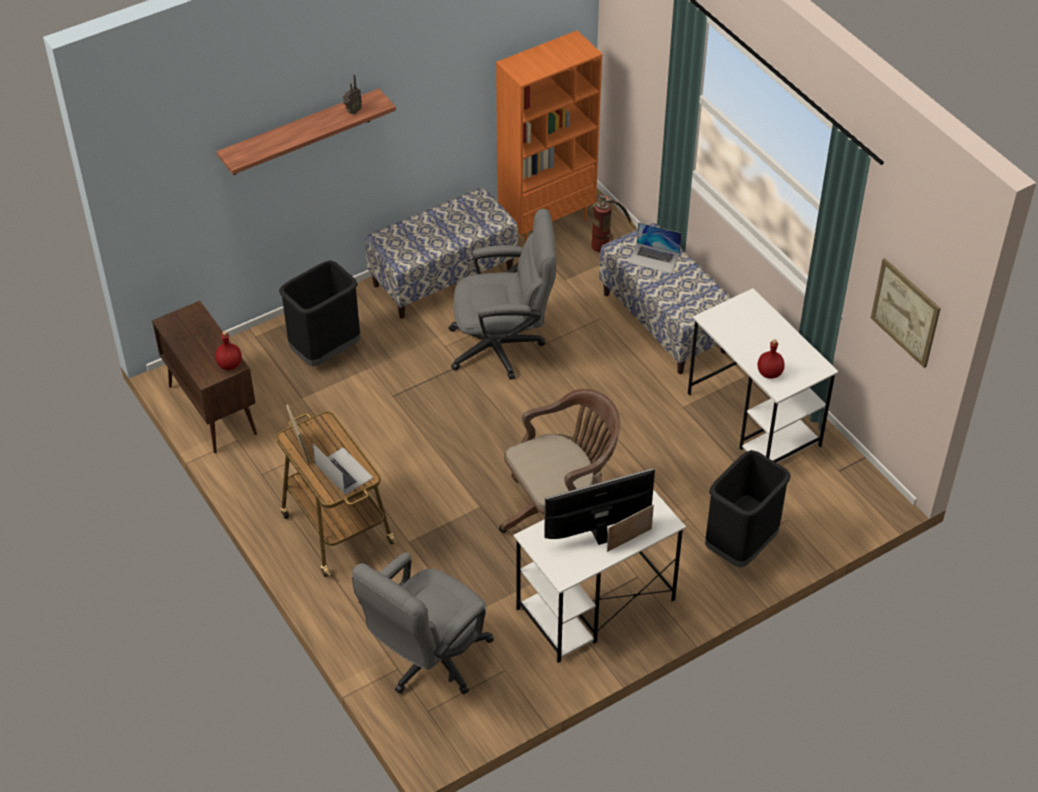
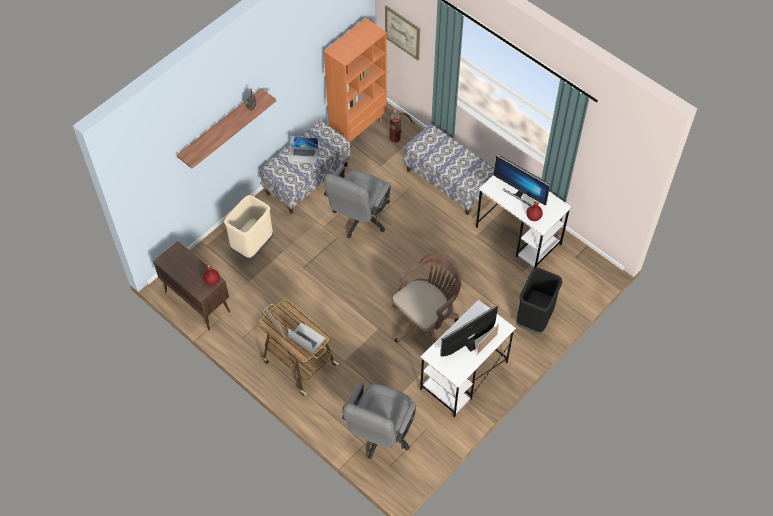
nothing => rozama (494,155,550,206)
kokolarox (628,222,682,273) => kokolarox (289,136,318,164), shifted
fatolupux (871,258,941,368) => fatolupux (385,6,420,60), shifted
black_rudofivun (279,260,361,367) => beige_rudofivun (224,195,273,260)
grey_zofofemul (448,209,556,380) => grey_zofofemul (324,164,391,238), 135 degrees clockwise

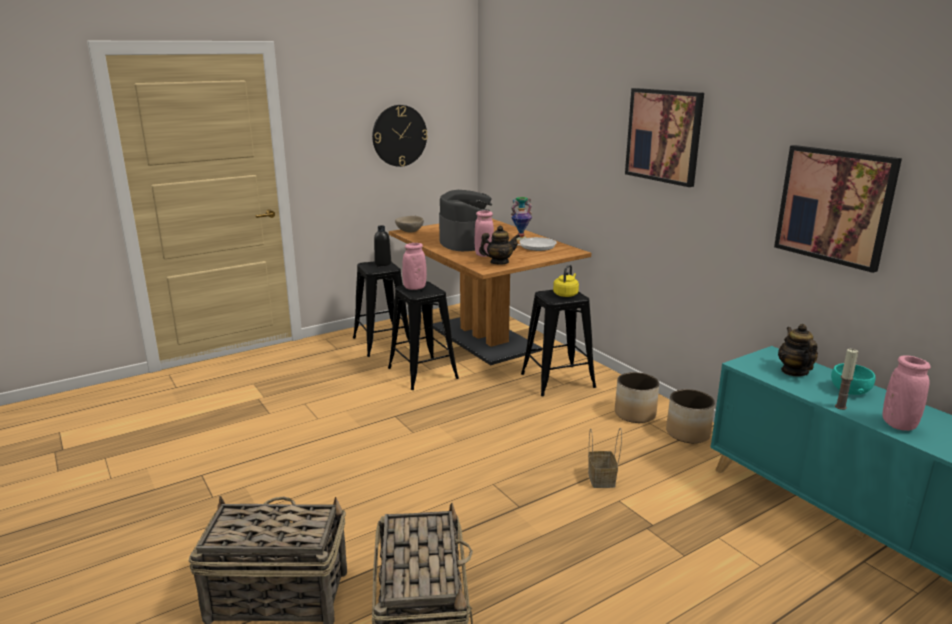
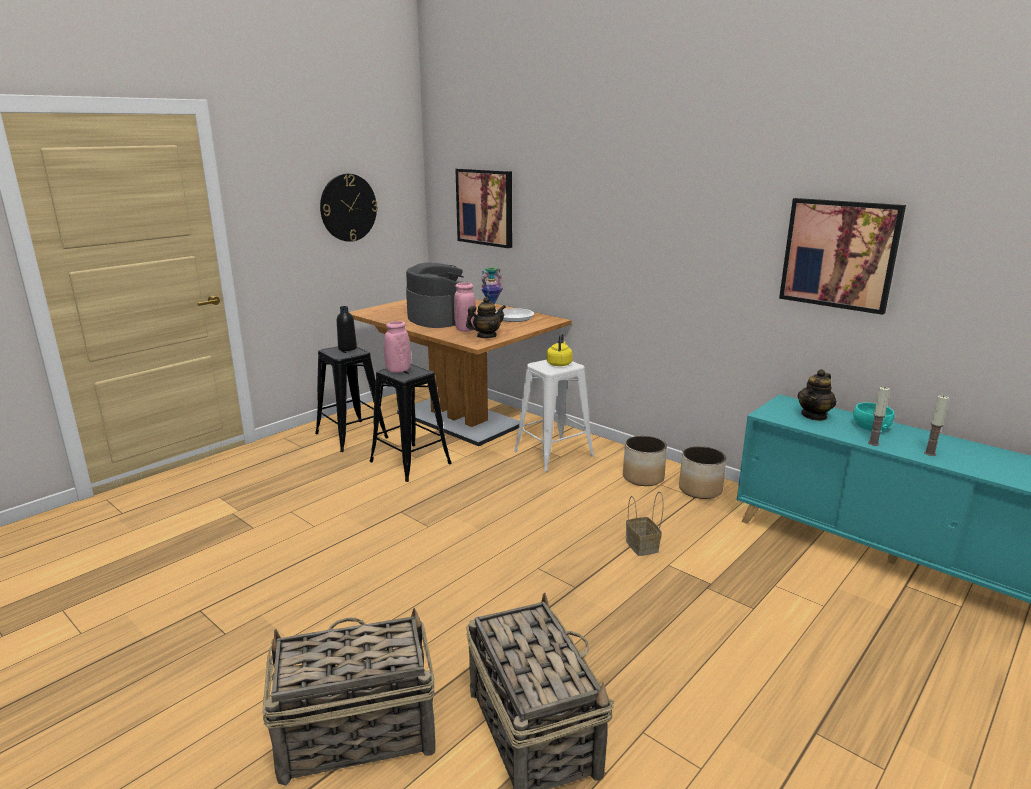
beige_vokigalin (395,216,424,232) => nothing
fatolupux (625,88,704,187) => fatolupux (455,168,512,248), shifted
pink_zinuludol (882,355,931,431) => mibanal (924,395,949,456)
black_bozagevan (521,290,596,396) => white_bozagevan (514,360,594,471)
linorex (778,324,818,377) => linorex (798,369,836,421), 120 degrees counterclockwise

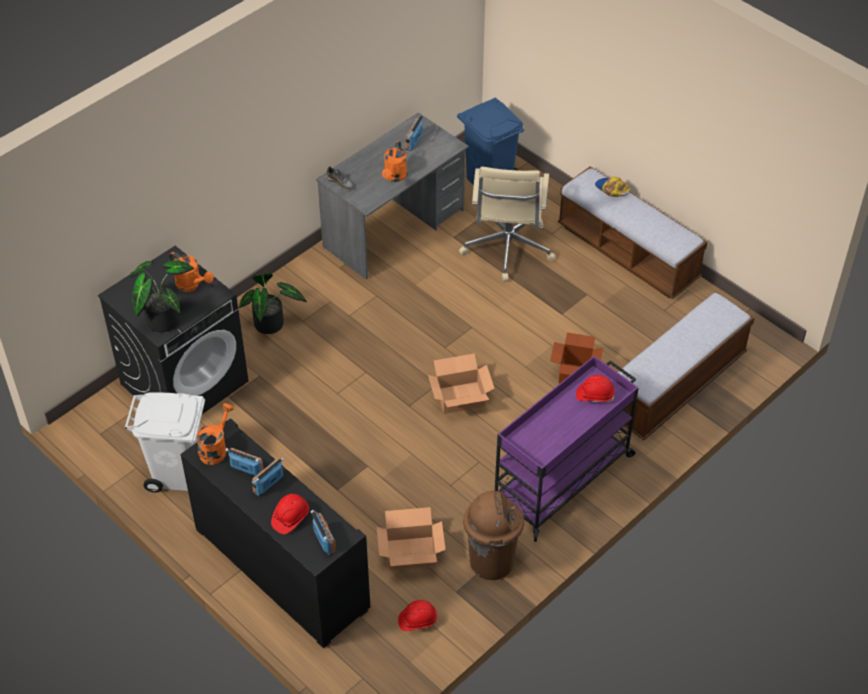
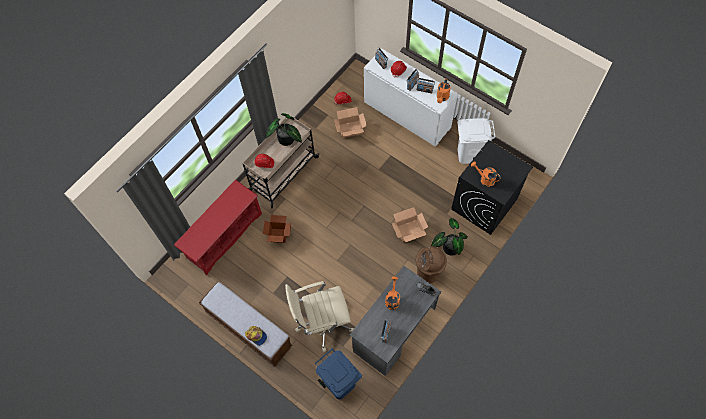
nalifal (129,261,195,332) => nalifal (266,113,302,146), shifted
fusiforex (428,353,495,414) => fusiforex (392,207,428,242), shifted
brown_rudofivun (463,491,524,580) => brown_rudofivun (416,246,447,283), shifted
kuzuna (618,293,755,440) => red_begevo (174,180,262,275)
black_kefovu (180,418,370,649) => white_kefovu (364,49,458,146)
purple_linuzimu (495,356,639,542) => beige_linuzimu (242,114,320,208)
beige_zofofemul (459,167,555,282) => beige_zofofemul (285,281,354,352), 105 degrees counterclockwise

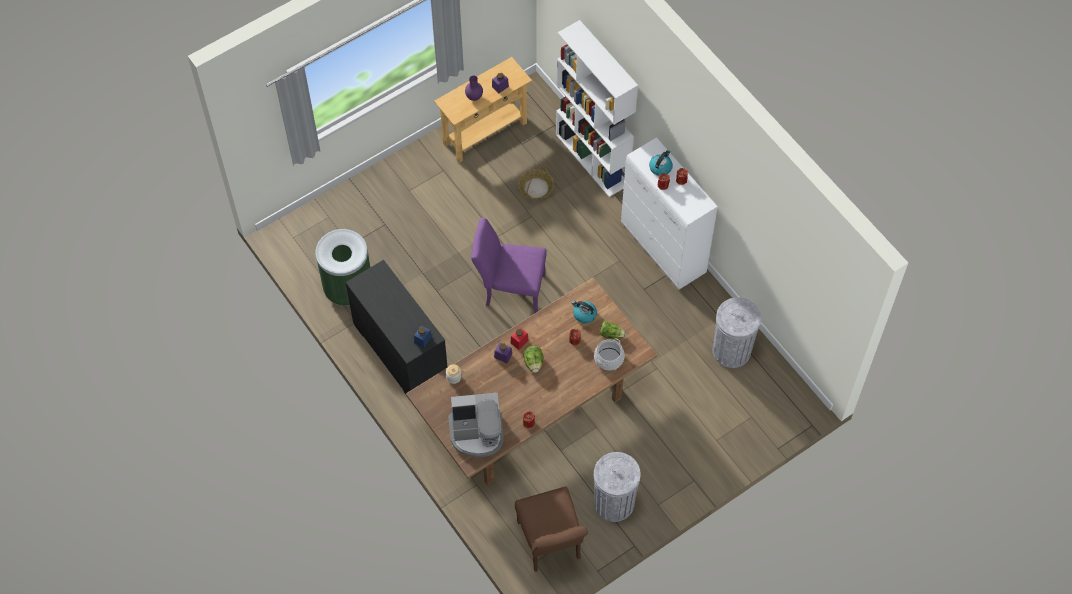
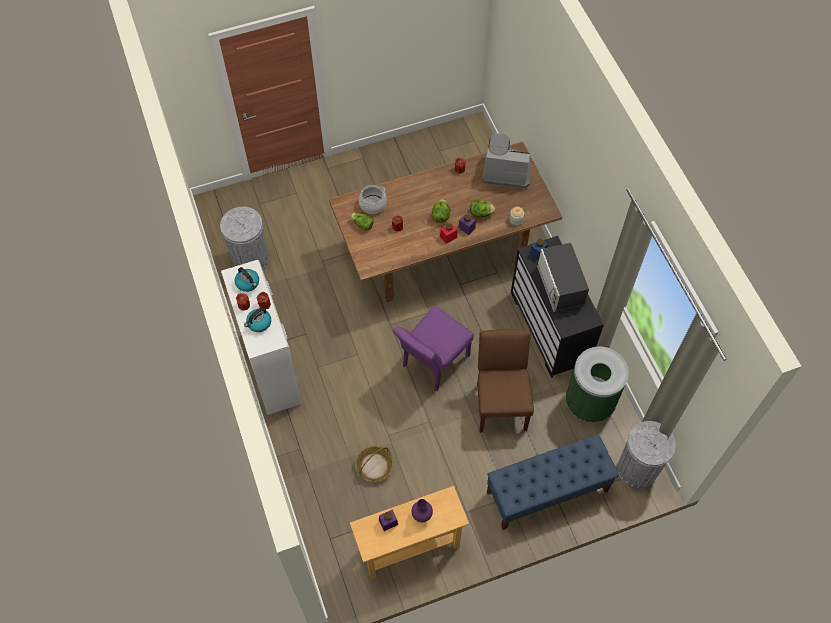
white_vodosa (556,20,638,197) => nothing
nothing => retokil (470,199,495,218)
nothing => blue_kuzuna (487,434,619,530)
nothing => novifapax (537,243,589,312)
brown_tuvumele (515,486,588,572) => brown_tuvumele (477,329,534,433), shifted
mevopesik (572,300,597,323) => mevopesik (235,267,259,292), shifted
grey_rudofivun (594,452,641,522) => grey_rudofivun (617,421,676,489), shifted
purple_tuvumele (471,218,547,314) => purple_tuvumele (393,306,474,391), 105 degrees clockwise

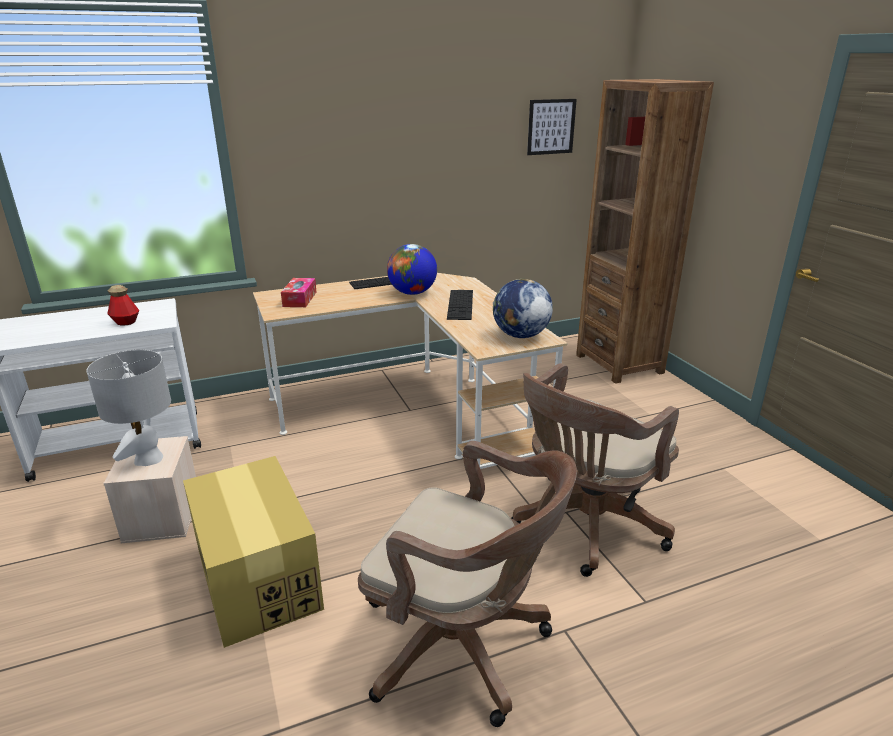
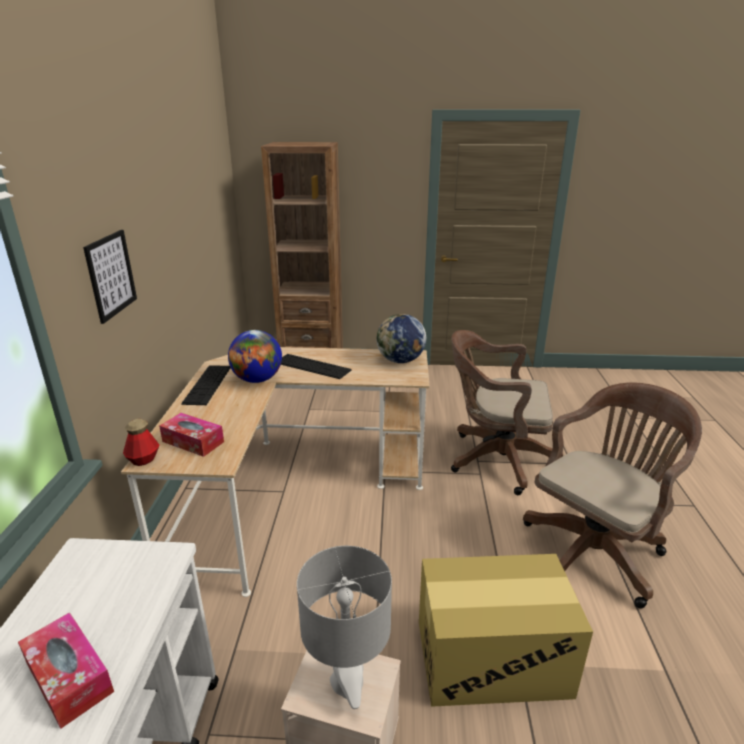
nothing => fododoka (18,612,114,729)
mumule (107,285,139,325) => mumule (123,419,160,466), shifted
fatolupux (527,99,577,155) => fatolupux (83,230,137,324), shifted
brown_zofofemul (511,363,679,577) => brown_zofofemul (451,330,563,495), 120 degrees clockwise

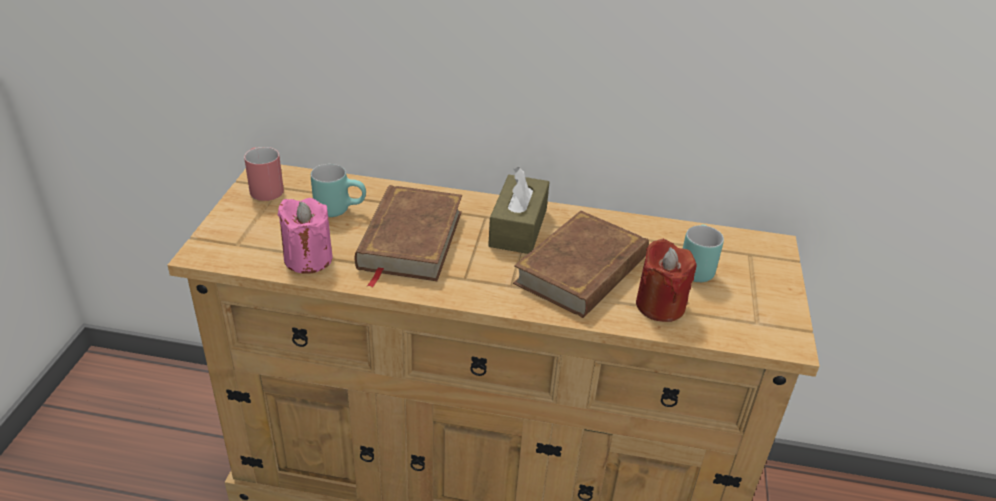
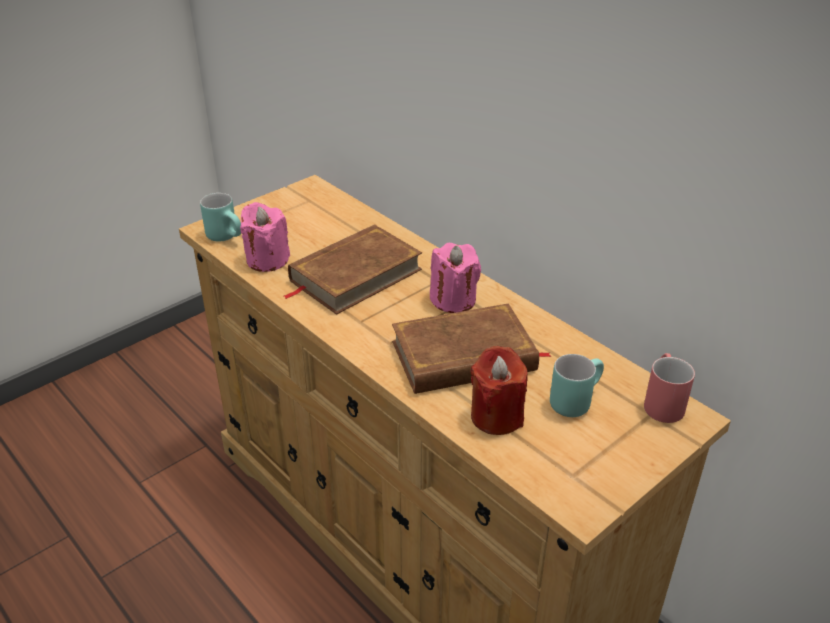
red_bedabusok (244,147,284,201) => red_bedabusok (644,353,695,423), shifted
turquoise_bedabusok (311,164,366,217) => turquoise_bedabusok (200,193,241,242), shifted
brown_fododoka (488,167,549,254) => pink_mibanal (430,243,481,313)

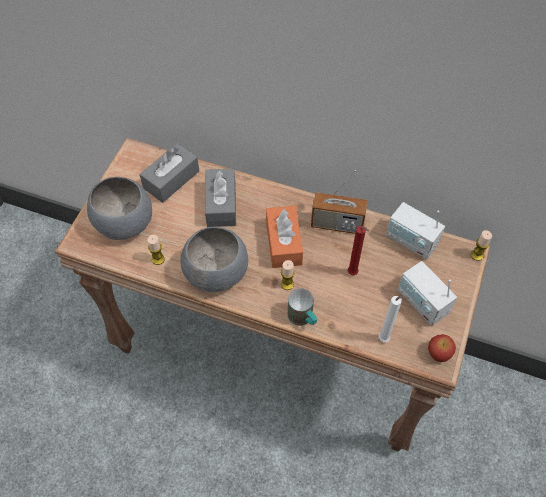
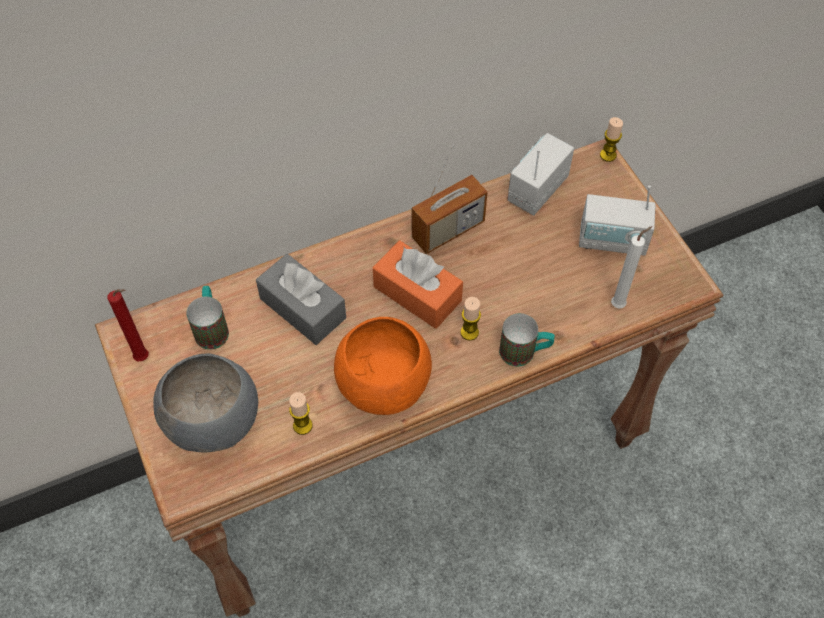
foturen (428,334,456,362) => nothing
red_mibanal (347,226,369,275) => red_mibanal (107,289,149,361), shifted
grey_fododoka (140,143,199,203) => bedabusok (187,286,229,349)
grey_vokigalin (180,227,248,292) => orange_vokigalin (334,317,432,415)
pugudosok (386,202,445,259) => pugudosok (507,133,574,215), 135 degrees clockwise

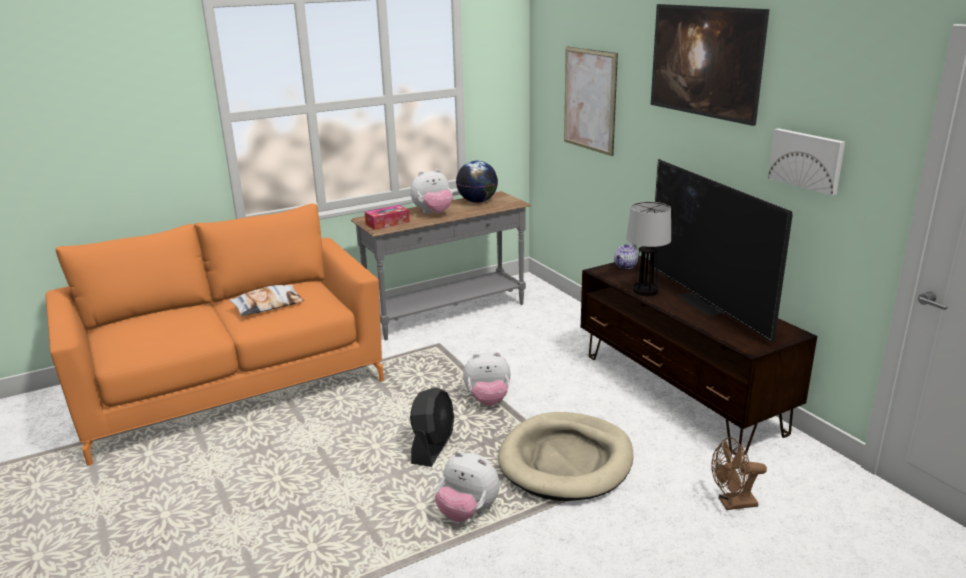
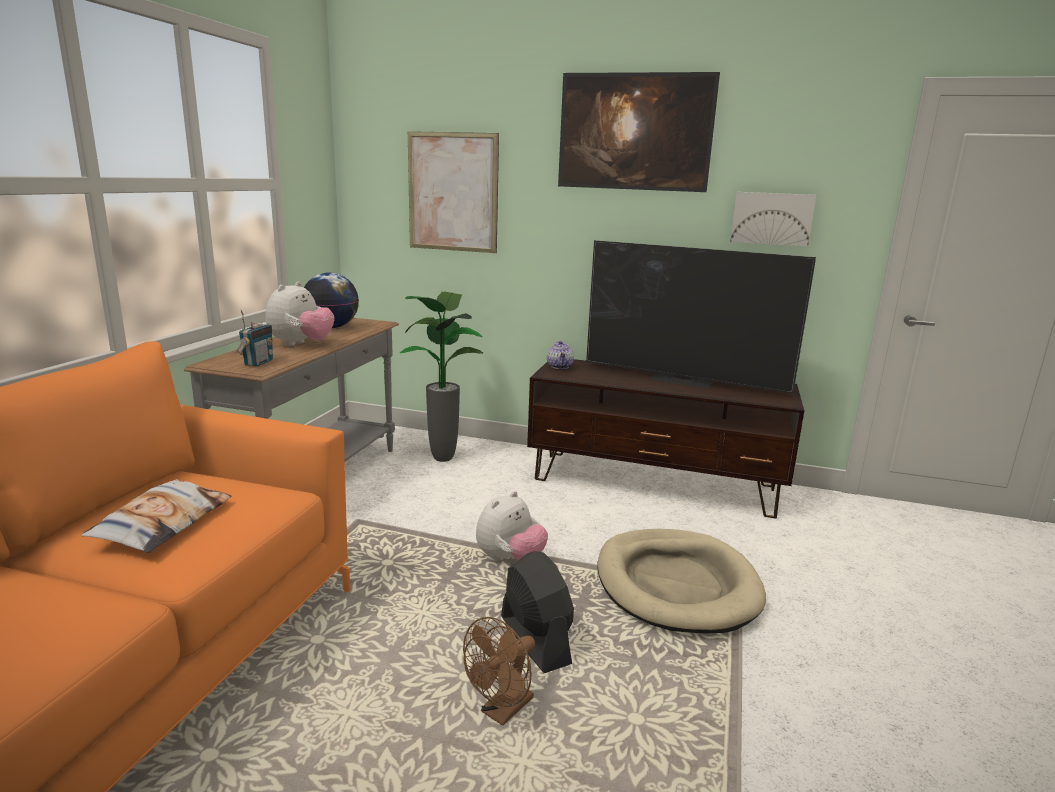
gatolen (435,451,500,522) => nothing
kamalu (626,202,671,296) => nothing
nothing => nalifal (400,292,483,462)
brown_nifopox (711,437,767,510) => brown_nifopox (463,617,535,726), shifted
fododoka (365,205,410,230) => pugudosok (237,310,273,367)

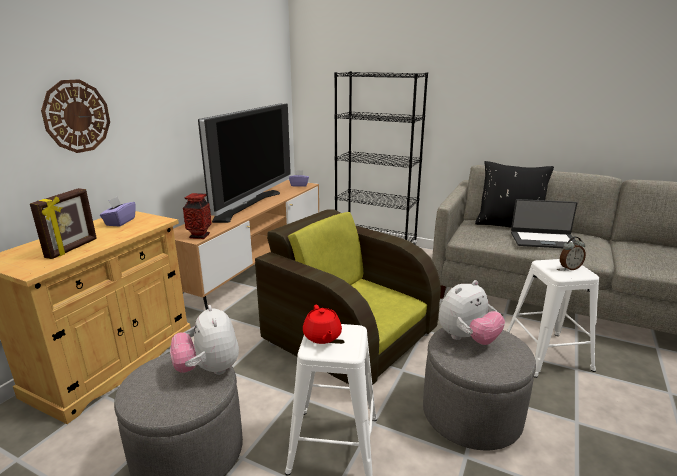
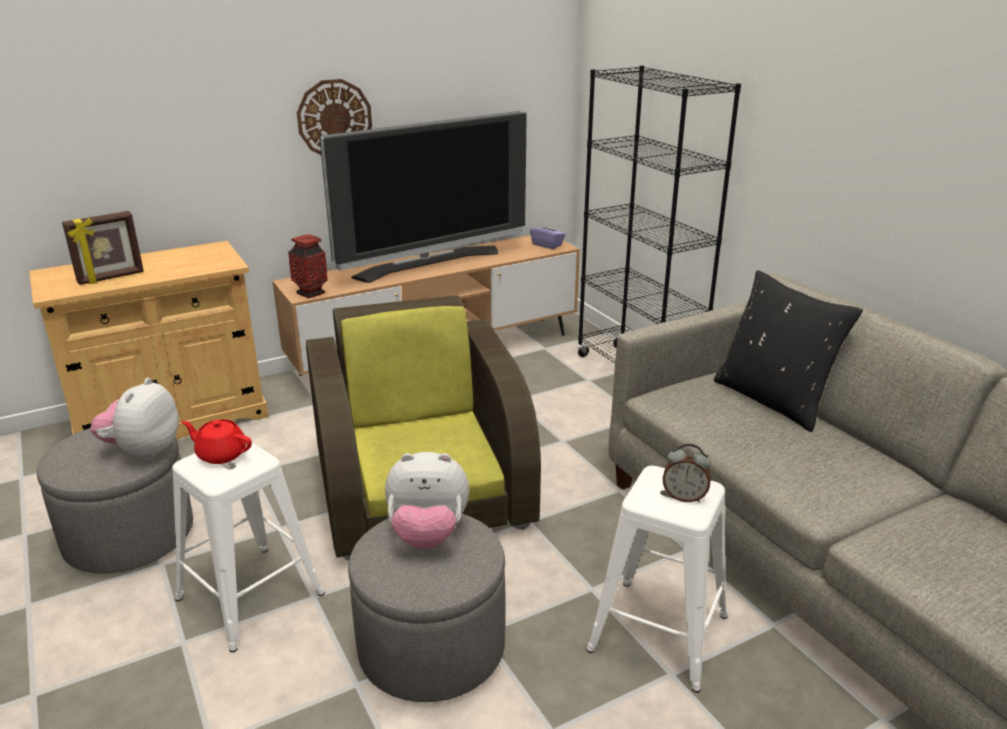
purple_fododoka (100,196,136,227) => nothing
kokolarox (511,199,577,248) => nothing
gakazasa (41,79,110,153) => gakazasa (297,79,372,155), shifted
red_linorex (303,305,342,344) => red_linorex (182,419,252,464), 90 degrees clockwise

